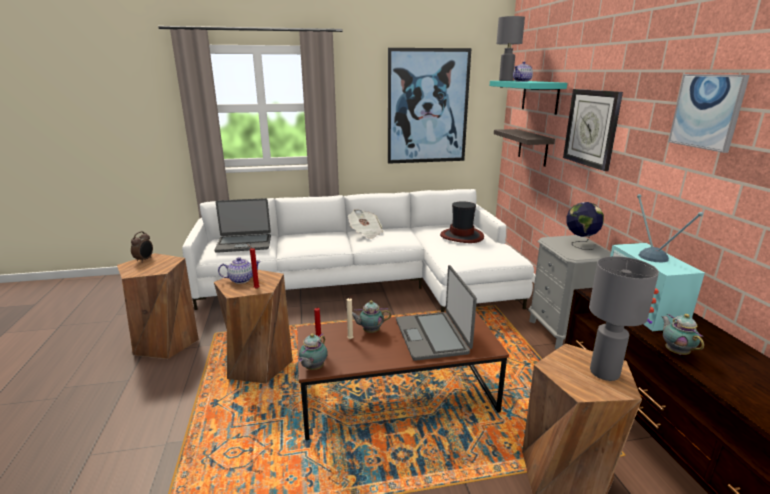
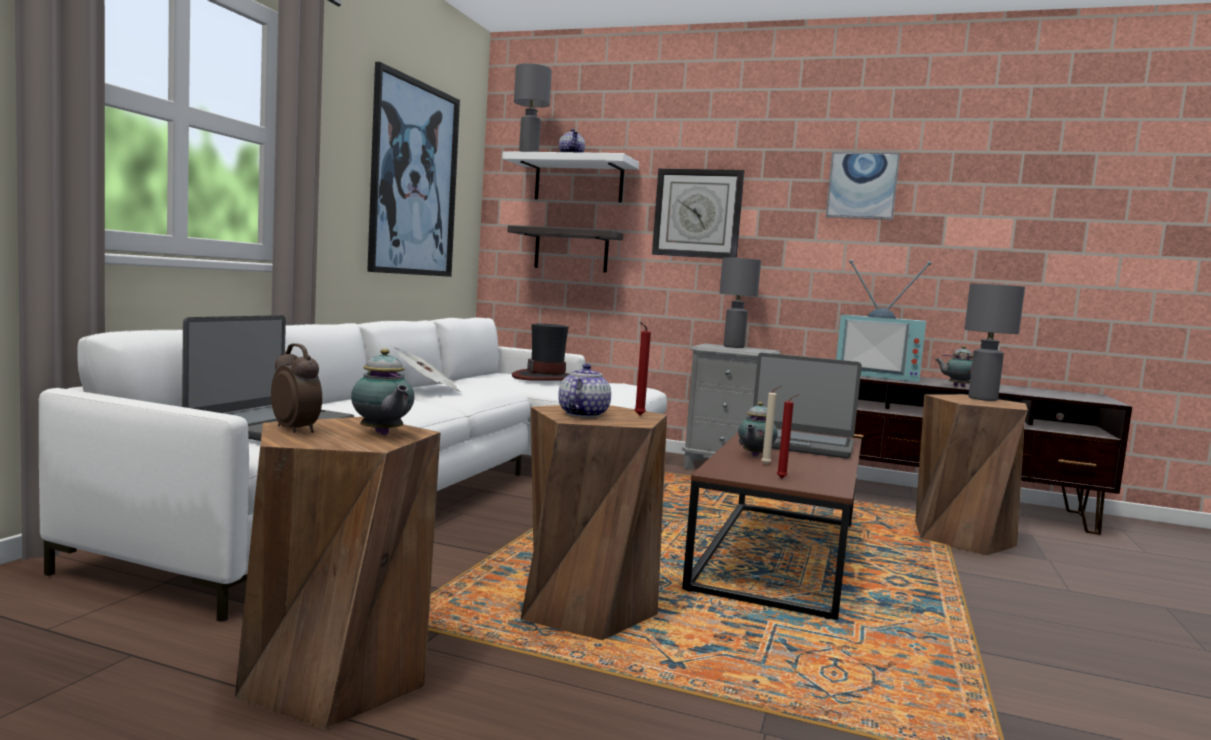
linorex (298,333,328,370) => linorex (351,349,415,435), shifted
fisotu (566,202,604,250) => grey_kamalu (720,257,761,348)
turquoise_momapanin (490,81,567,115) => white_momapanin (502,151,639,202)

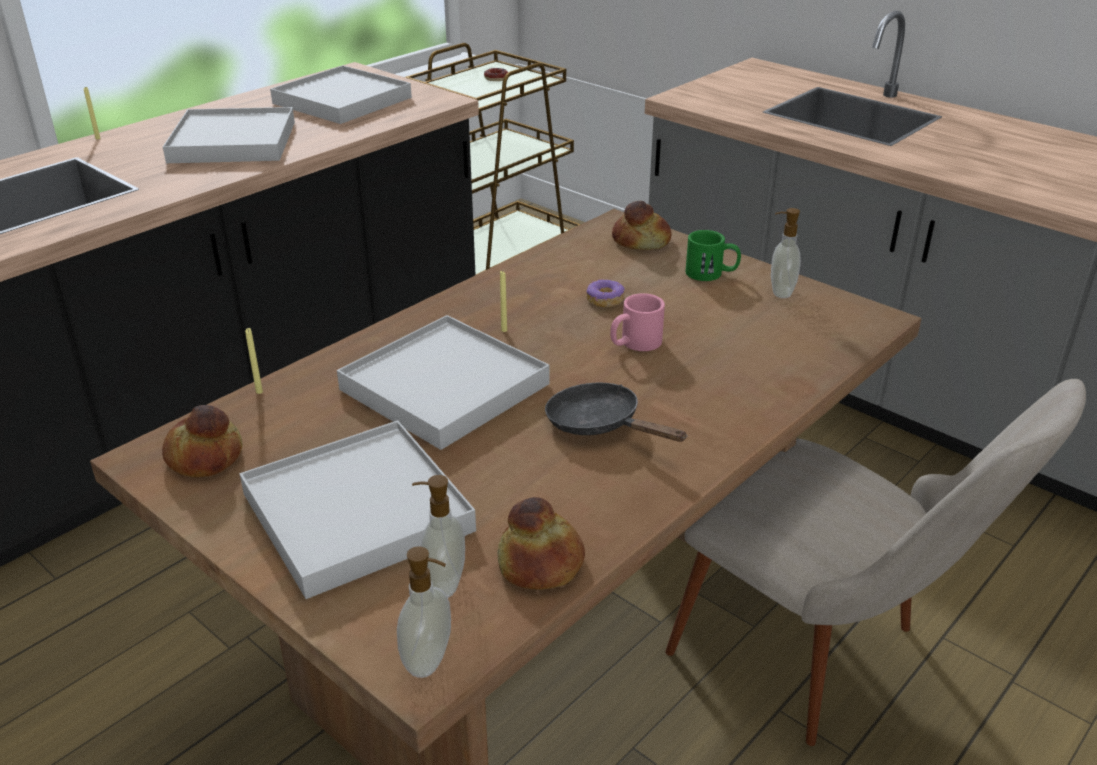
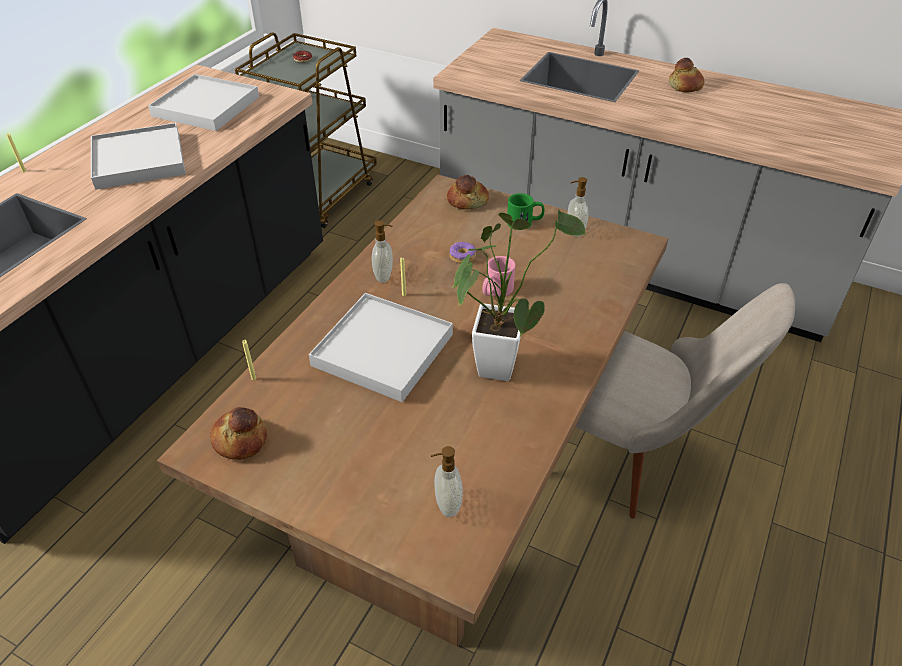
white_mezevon (239,420,476,599) => nothing
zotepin (397,546,451,678) => zotepin (372,220,393,283), shifted
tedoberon (497,497,585,590) => tedoberon (669,58,704,92), shifted
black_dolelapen (545,383,687,442) => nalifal (452,210,586,381)

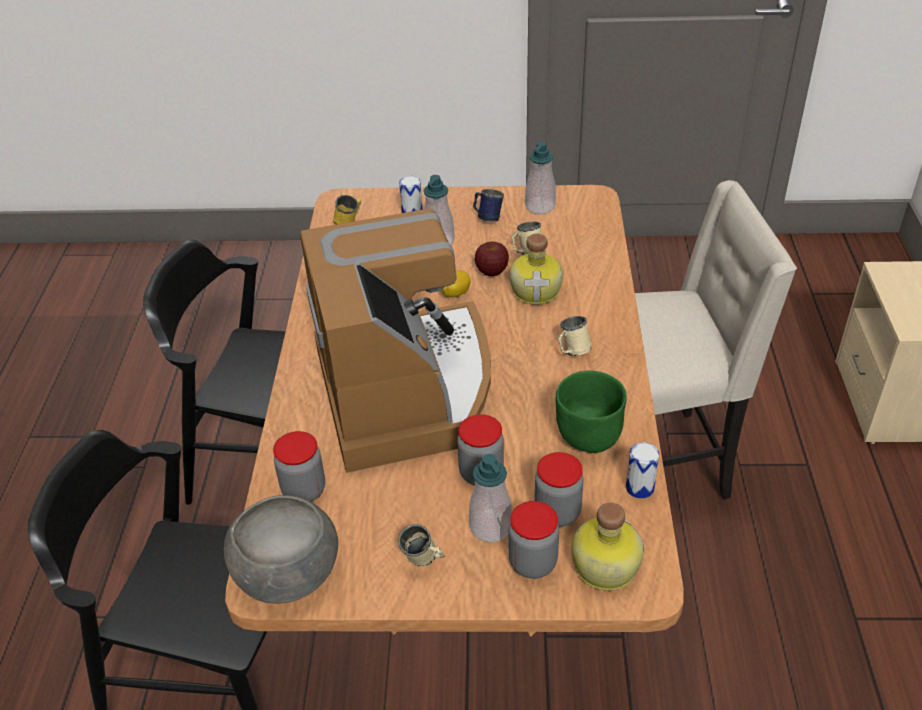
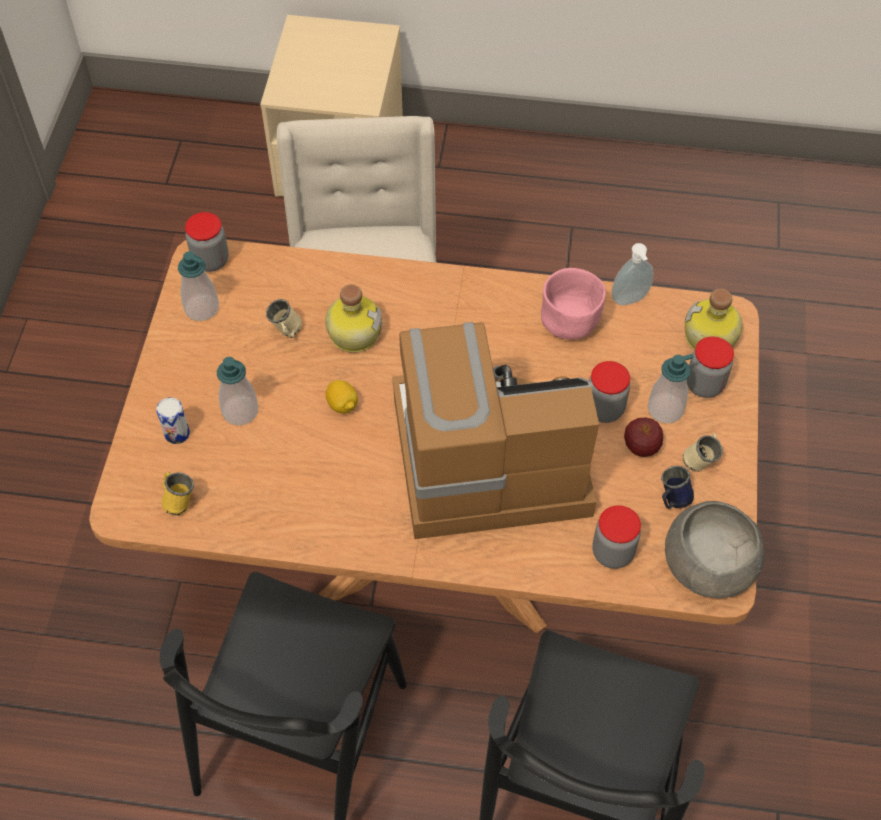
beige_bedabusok (558,316,592,356) => nothing
blue_bedabusok (473,189,504,222) => blue_bedabusok (661,466,694,509), shifted
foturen (475,242,509,276) => foturen (624,417,663,457), shifted
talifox (535,452,584,527) => talifox (185,212,229,272), shifted
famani (626,442,659,499) => zotepin (611,243,654,305)
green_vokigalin (556,371,627,453) => pink_vokigalin (541,268,606,339)

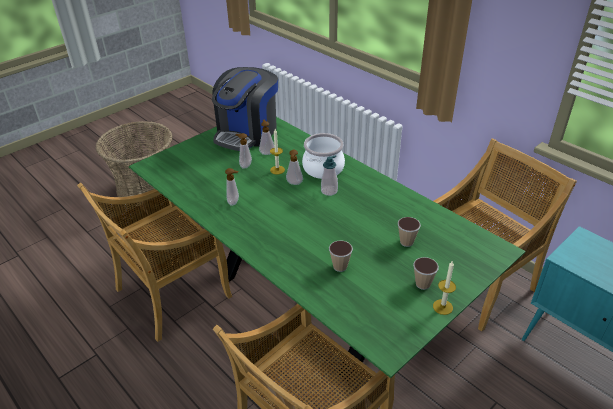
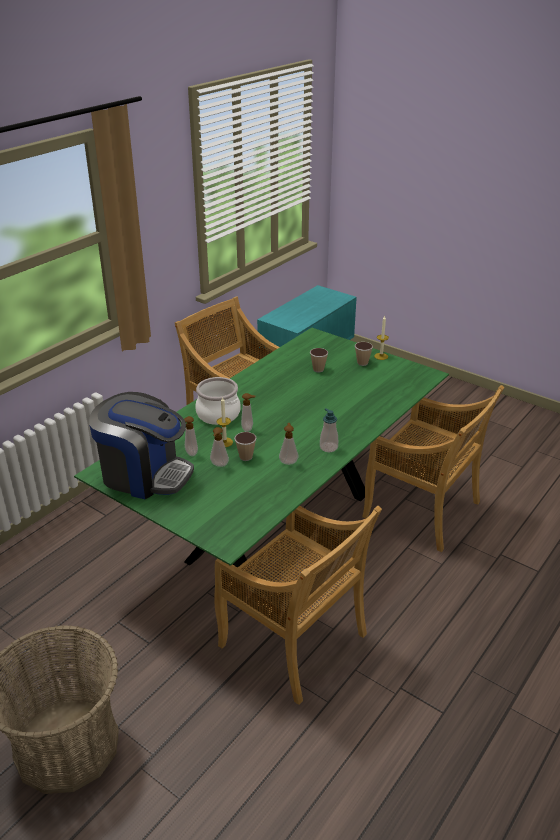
zotepin (321,156,338,196) => zotepin (320,408,338,452), shifted
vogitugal (329,241,353,272) => vogitugal (234,432,257,461), shifted

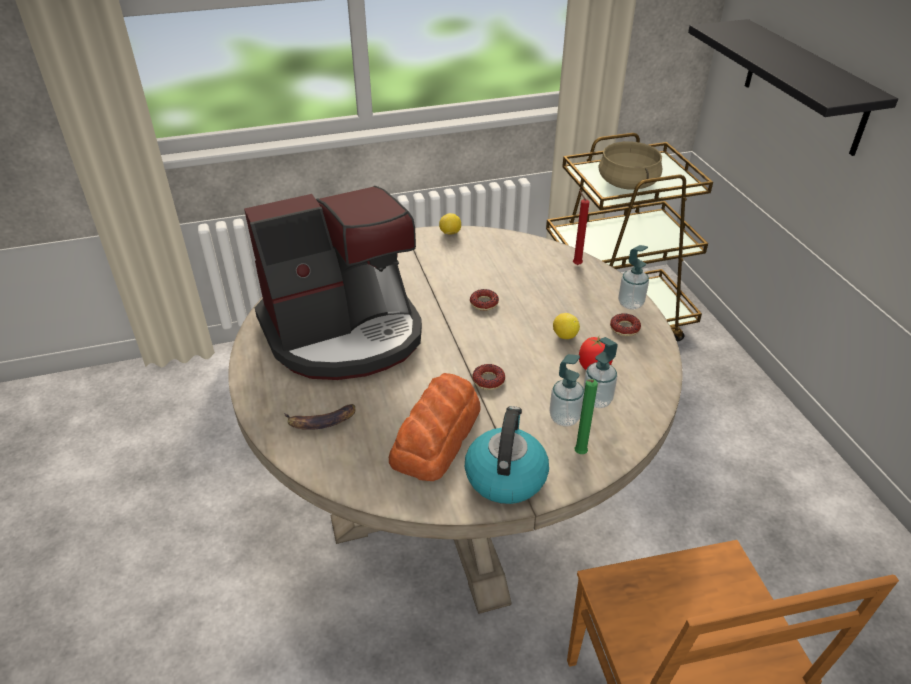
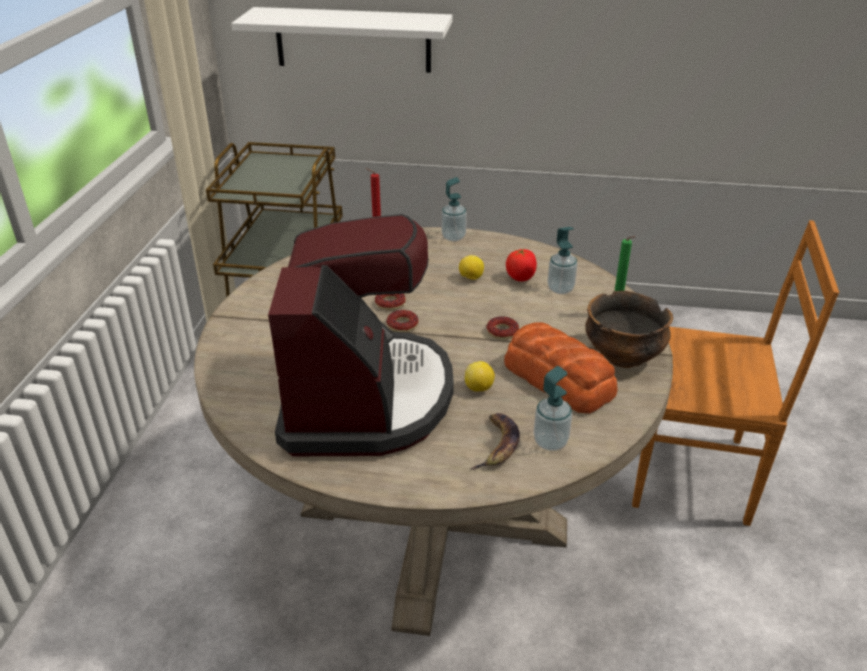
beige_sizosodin (598,141,662,190) => nothing
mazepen (439,213,461,234) => mazepen (465,361,495,391), shifted
zotepin (549,354,584,426) => zotepin (534,366,572,451), shifted
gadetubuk (610,313,641,336) => gadetubuk (387,310,419,332), shifted
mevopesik (465,406,549,504) => vokigalin (585,291,673,368)
black_momapanin (688,19,898,156) => white_momapanin (231,7,452,73)

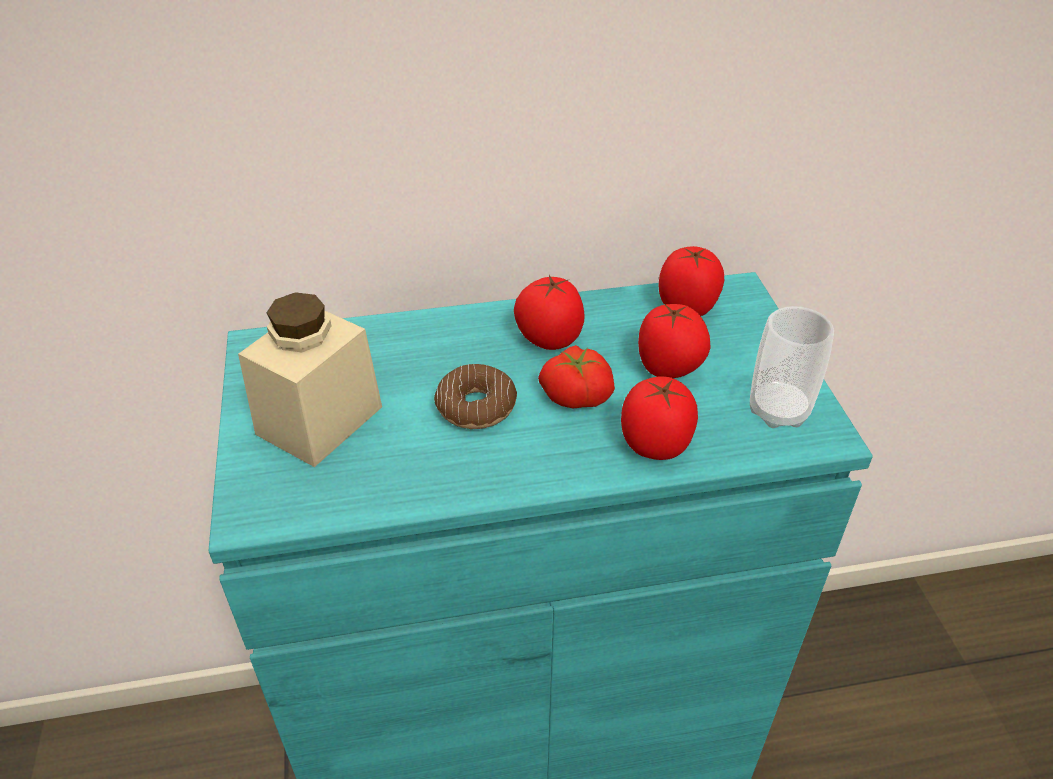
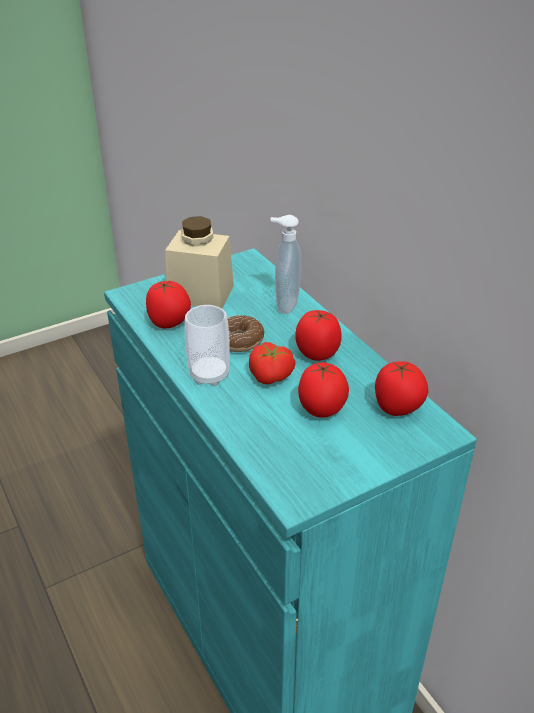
nothing => zotepin (271,215,301,314)
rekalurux (621,376,698,460) => rekalurux (146,281,191,329), shifted
vogitugal (750,306,834,428) => vogitugal (185,305,230,386), shifted

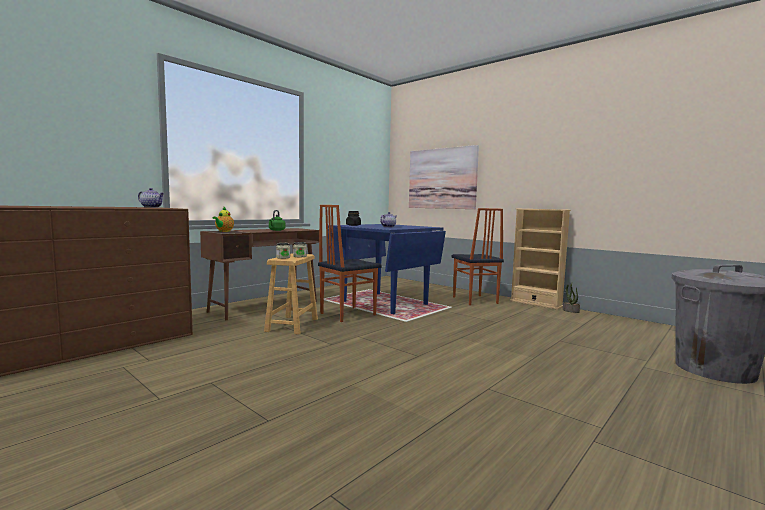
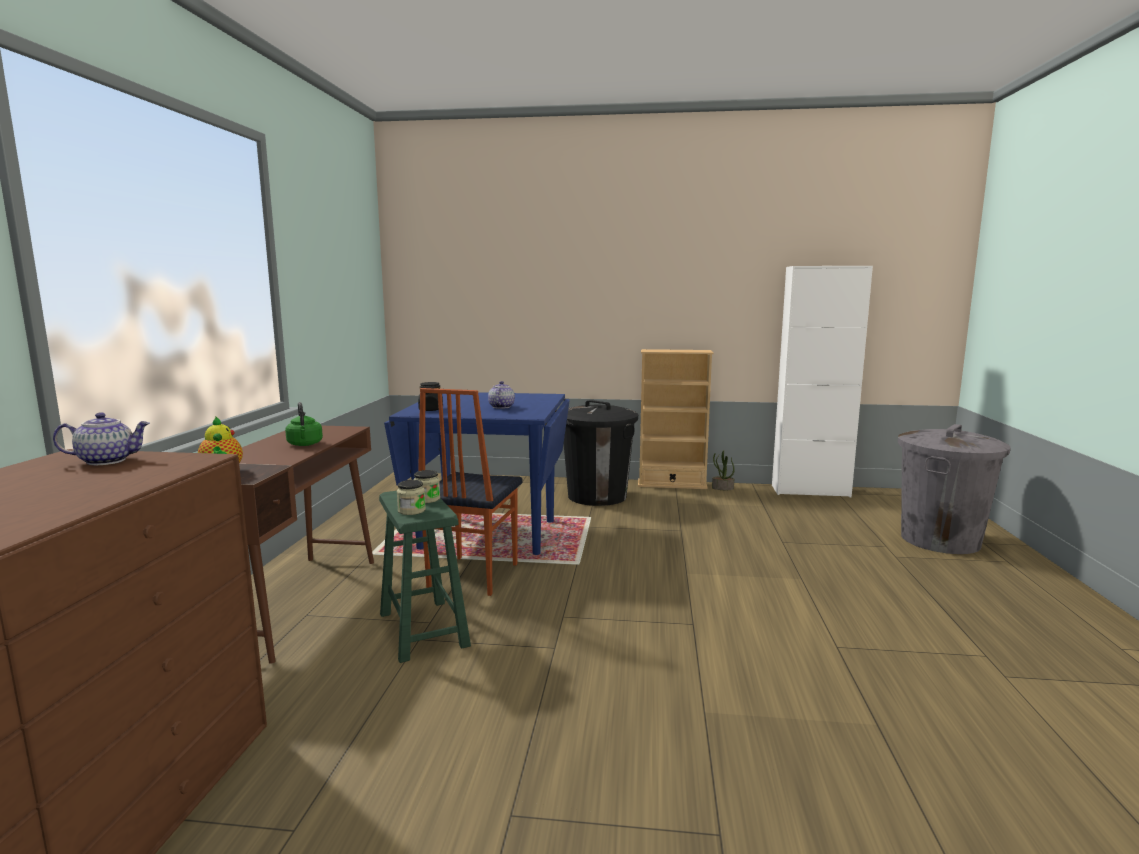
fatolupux (409,145,479,209) => nothing
nothing => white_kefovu (772,266,873,497)
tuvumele (452,208,504,305) => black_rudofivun (564,400,638,506)
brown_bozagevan (264,253,318,335) => green_bozagevan (379,491,471,663)

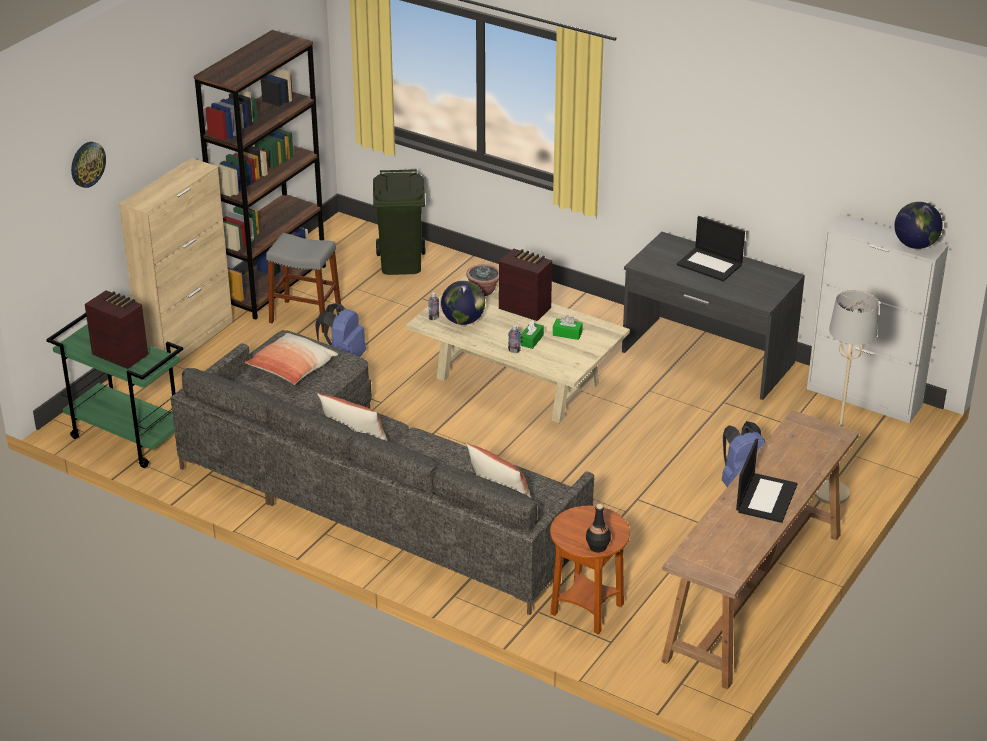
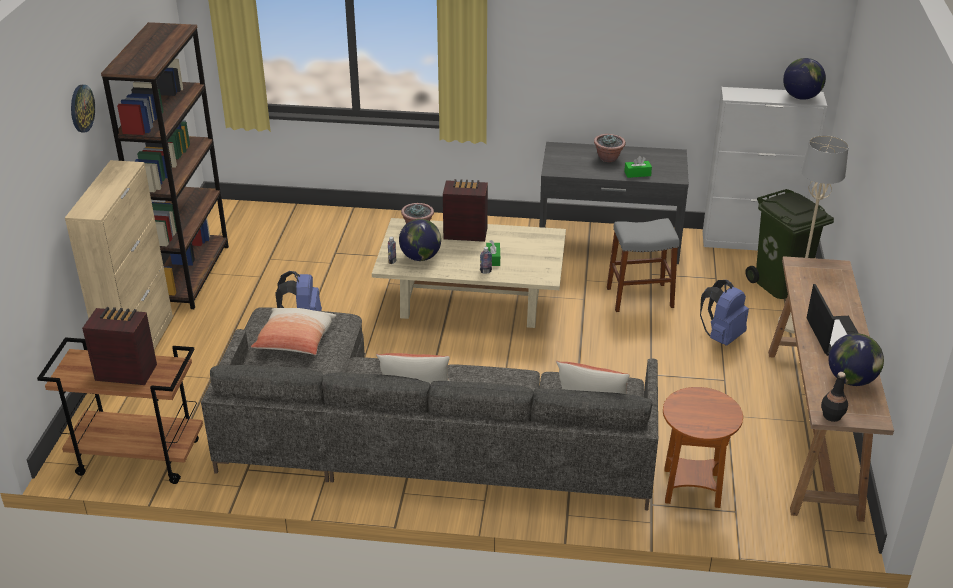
nothing => fisotu (829,333,884,386)
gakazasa (71,142,106,188) => gakazasa (71,85,95,133), shifted
grey_bozagevan (266,233,341,333) => grey_bozagevan (607,218,680,312), shifted
green_rudofivun (373,169,425,275) => green_rudofivun (745,189,834,299), shifted
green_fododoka (553,315,583,340) => green_fododoka (624,156,652,178), shifted
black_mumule (586,504,611,552) => black_mumule (821,372,848,422), shifted
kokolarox (677,216,745,281) => nalifal (594,134,626,162)
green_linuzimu (46,313,183,468) => brown_linuzimu (37,337,203,484)

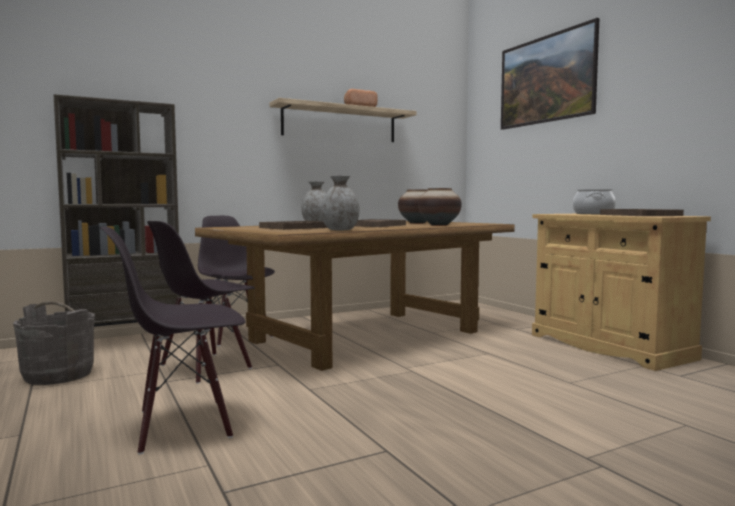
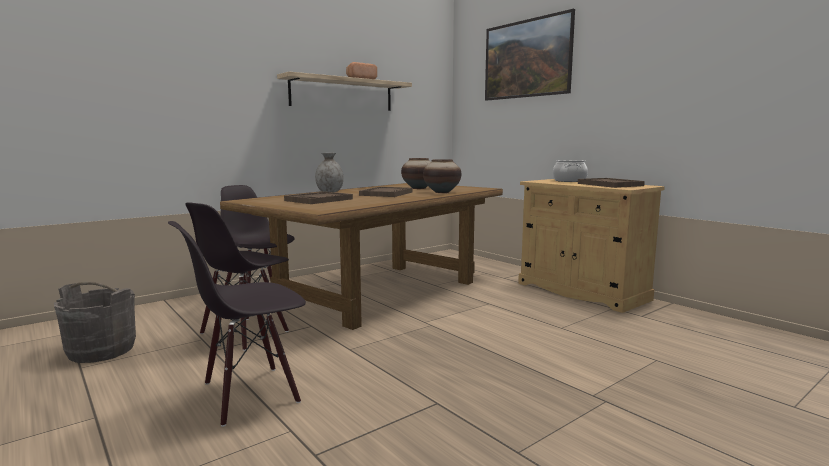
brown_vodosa (53,94,181,327) => nothing
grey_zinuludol (321,176,360,230) => nothing

